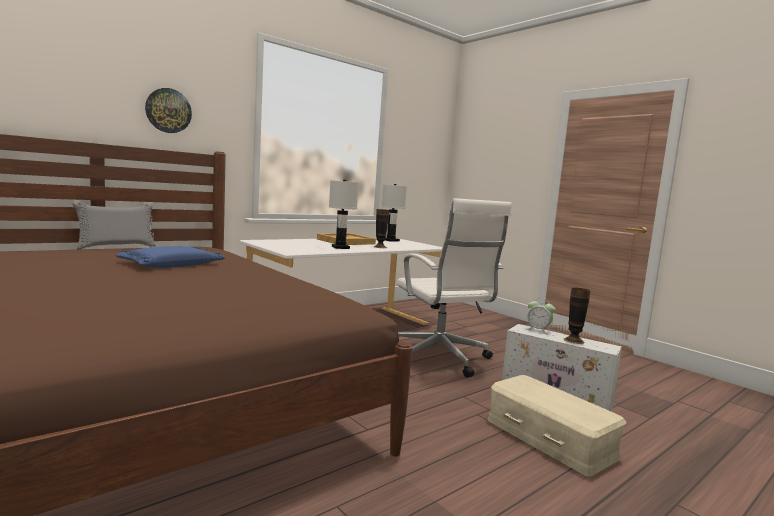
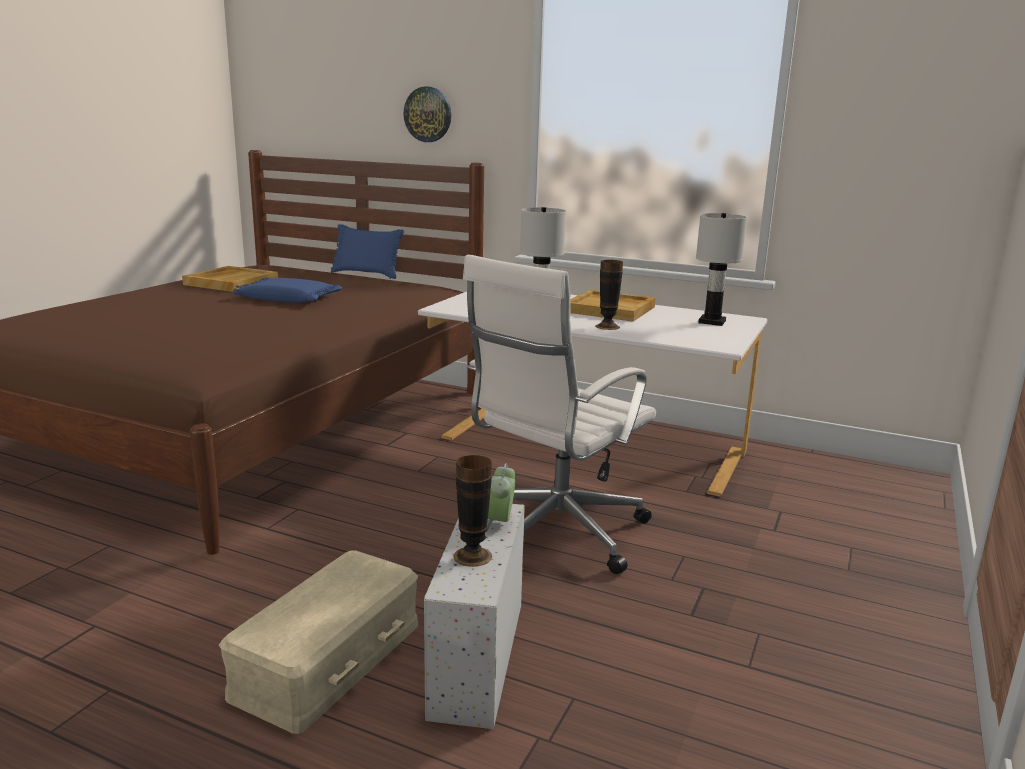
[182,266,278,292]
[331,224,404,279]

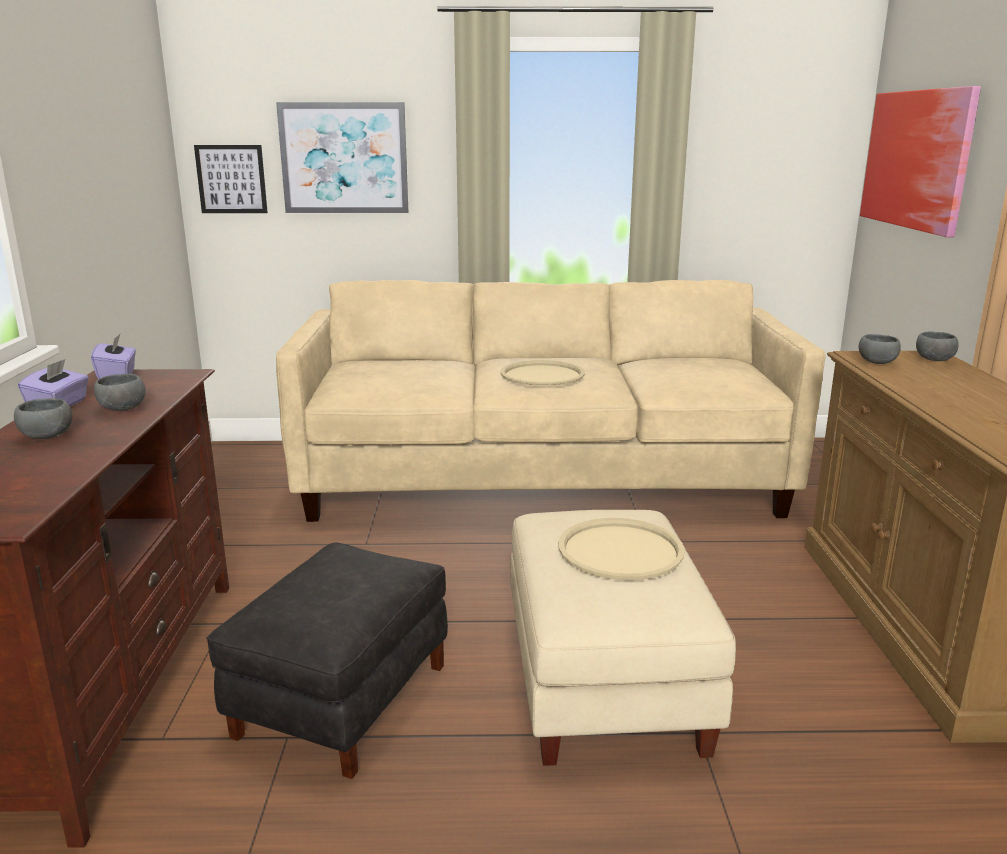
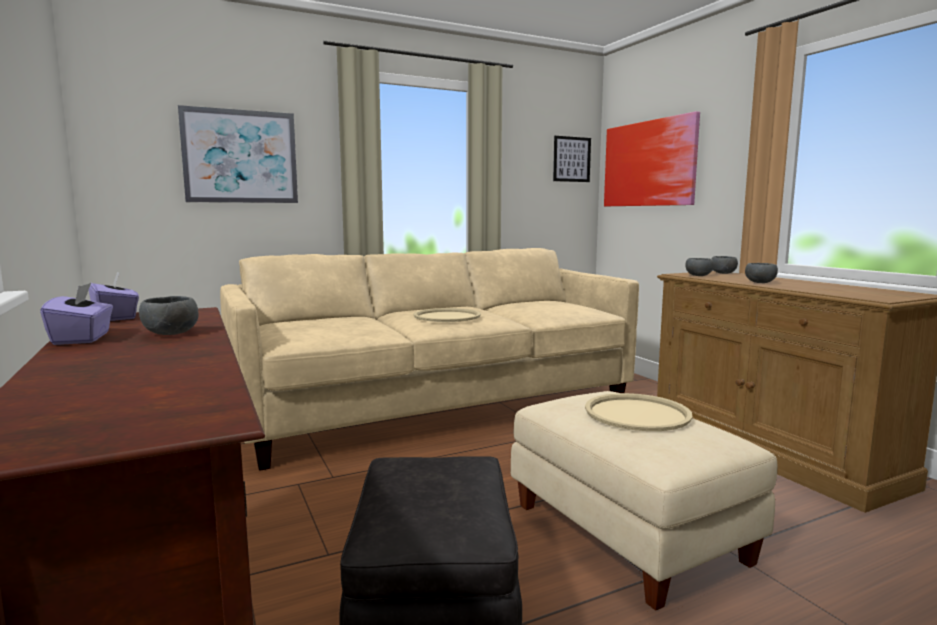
[745,263,778,283]
[553,136,591,182]

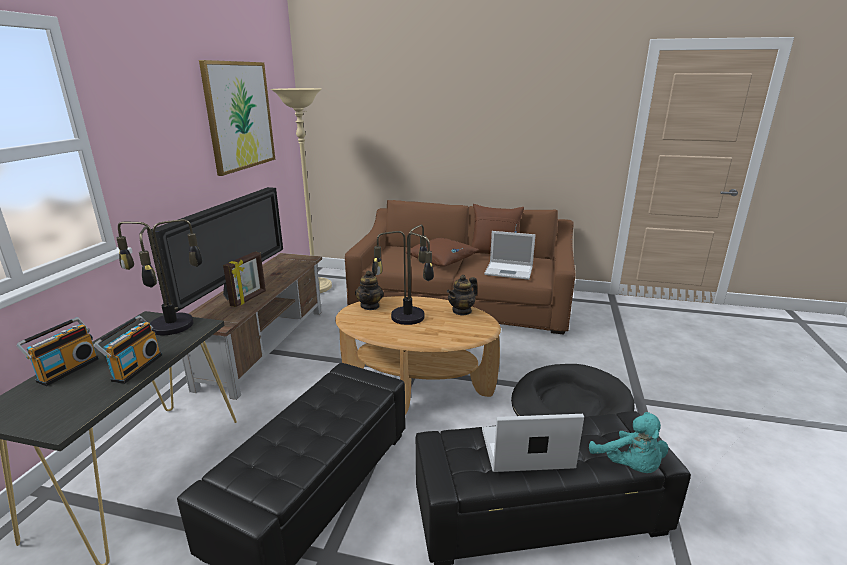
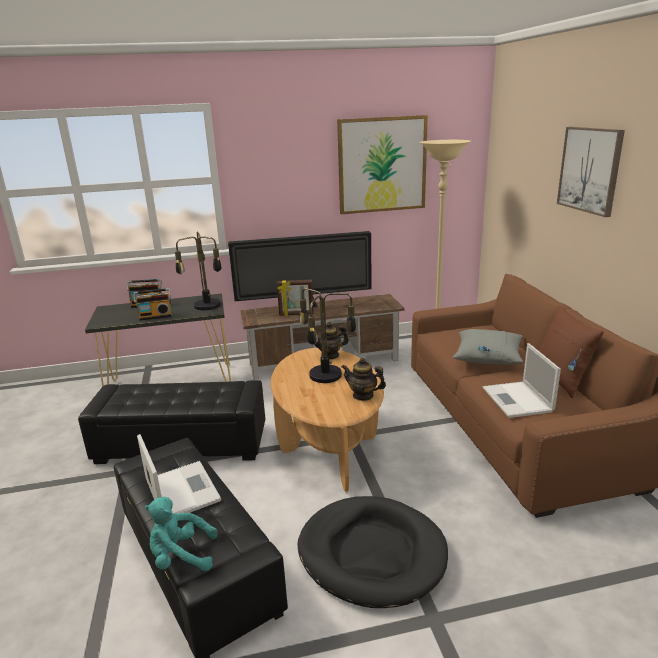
[557,127,625,217]
[453,329,523,365]
[145,497,218,571]

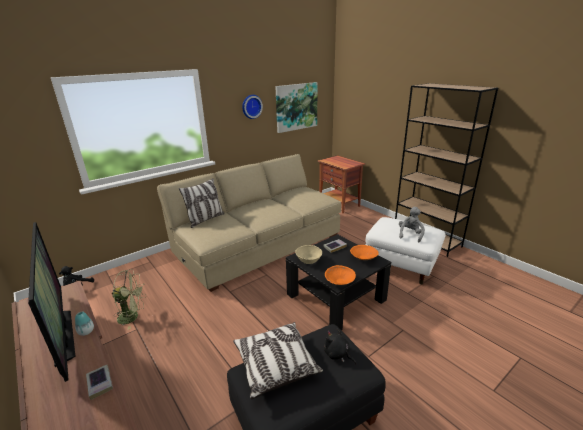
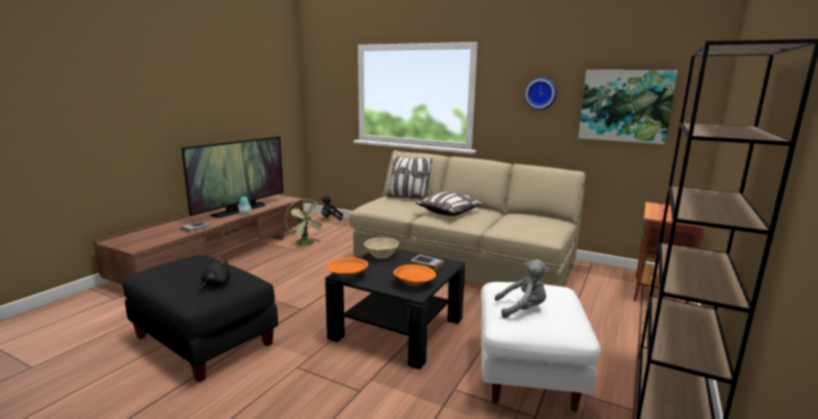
[416,192,484,216]

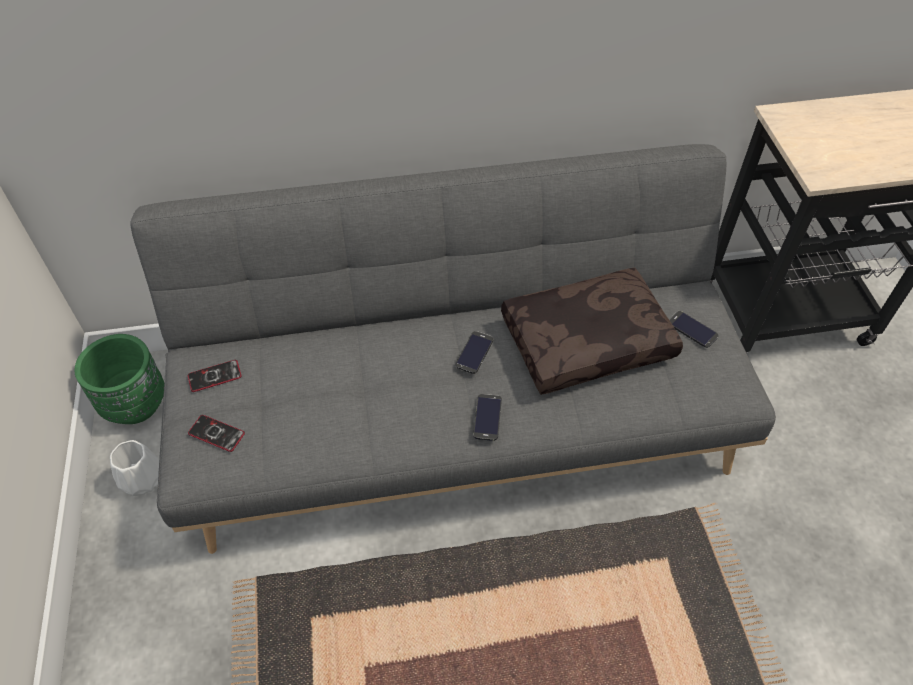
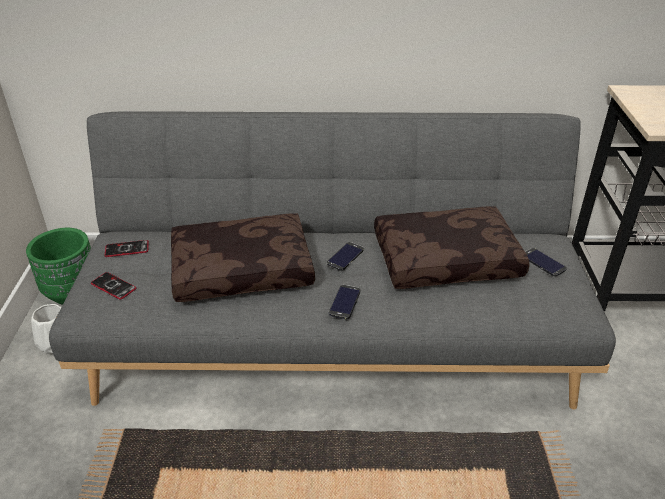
[171,213,315,302]

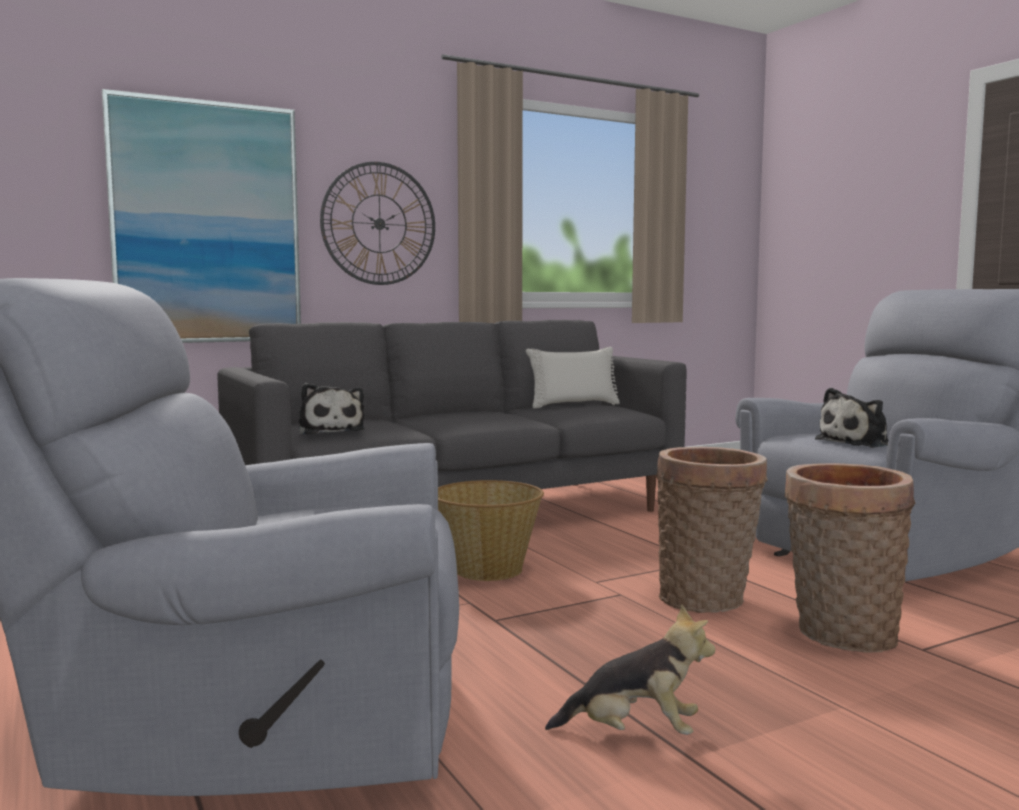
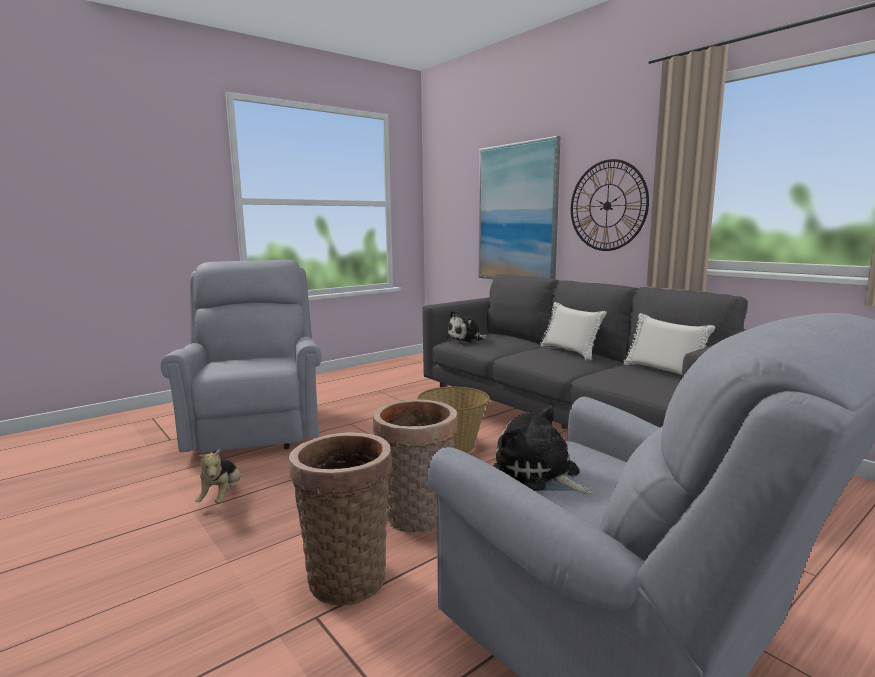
[540,302,607,360]

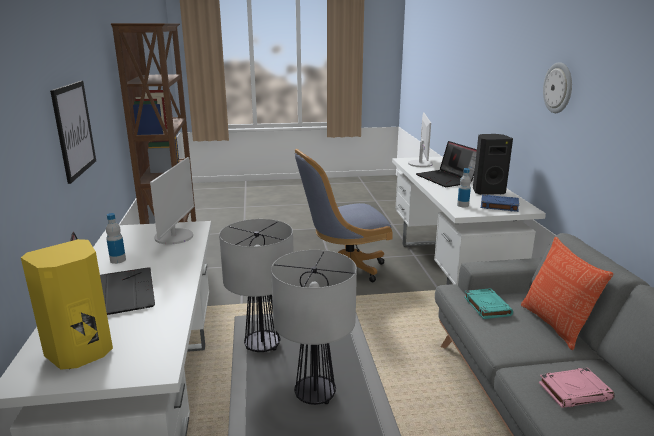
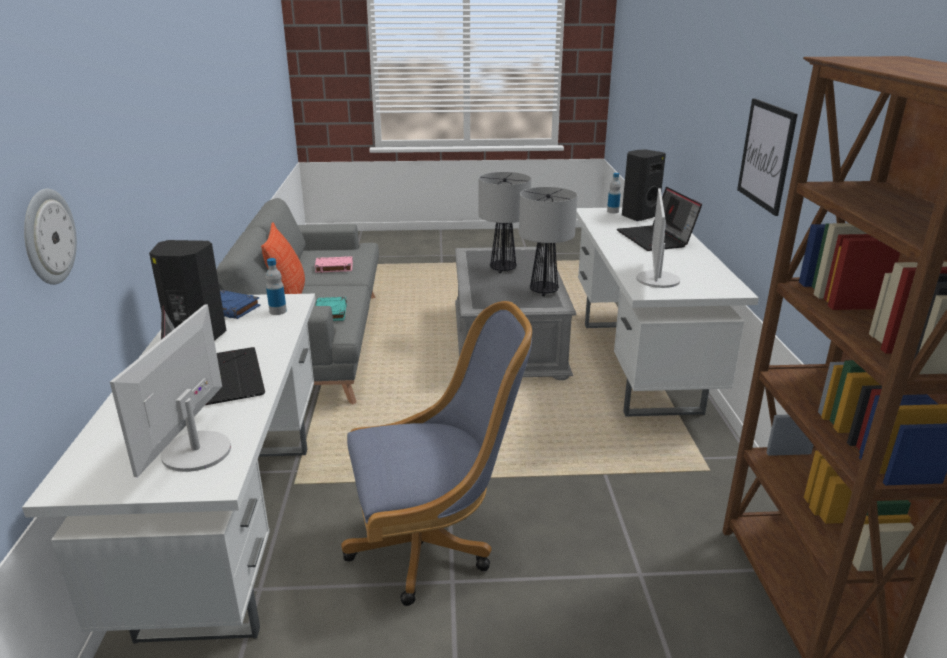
[607,173,621,213]
[24,189,77,285]
[622,150,666,221]

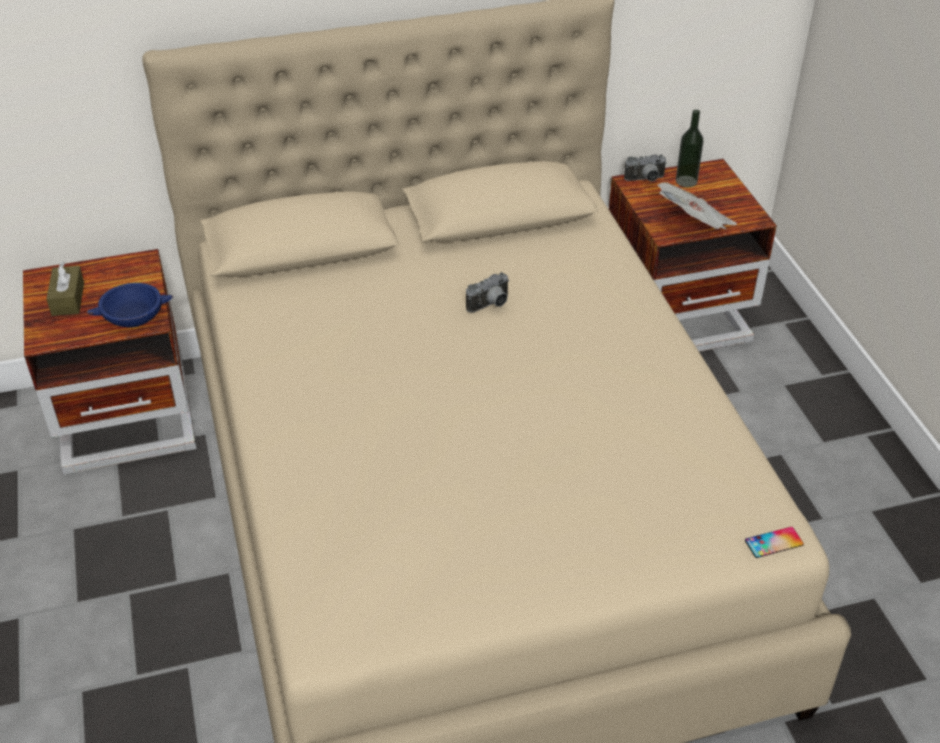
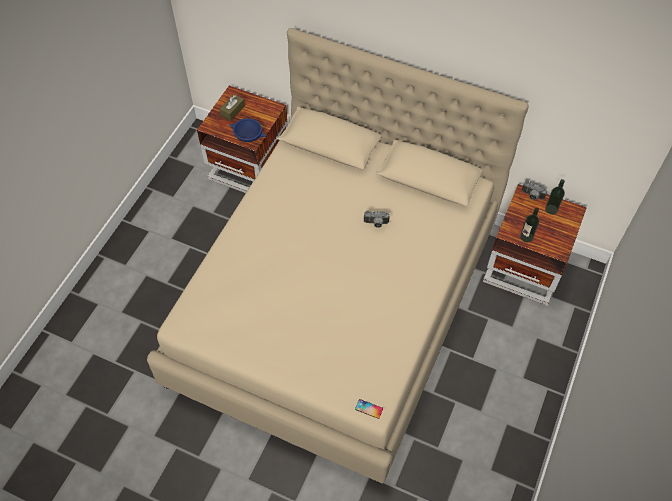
[520,208,539,242]

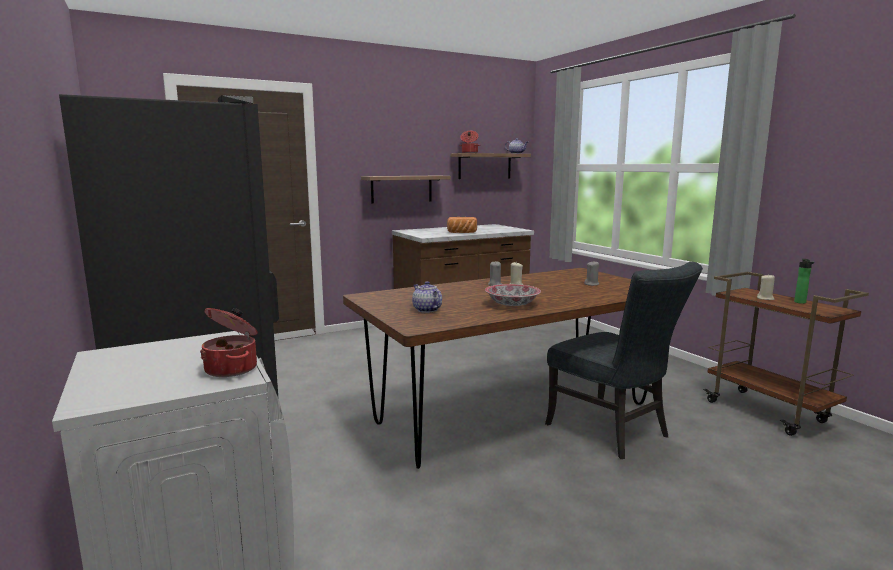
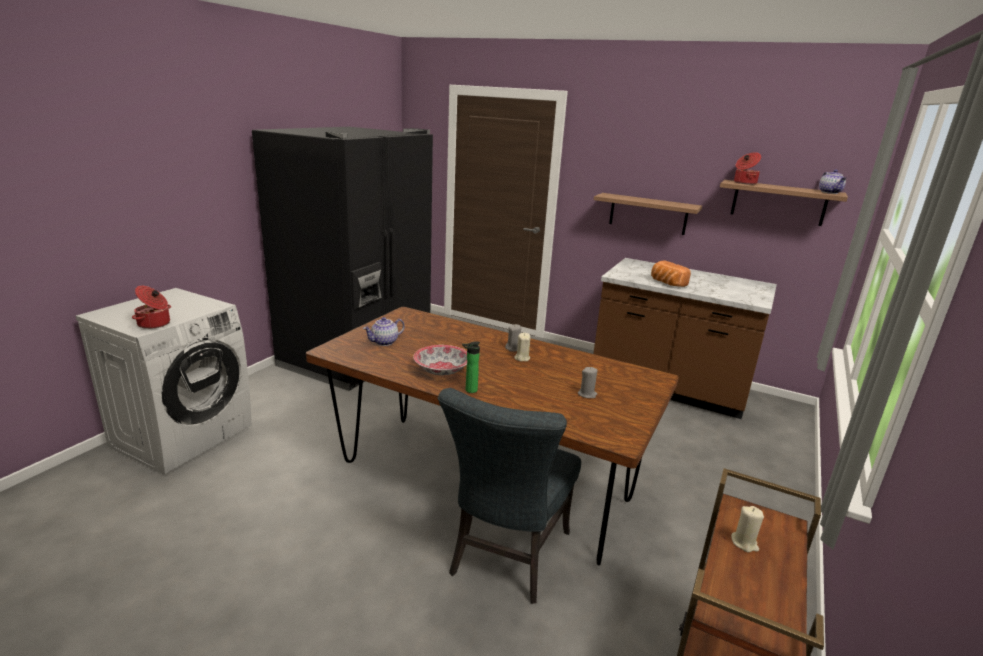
[462,341,480,393]
[363,317,405,346]

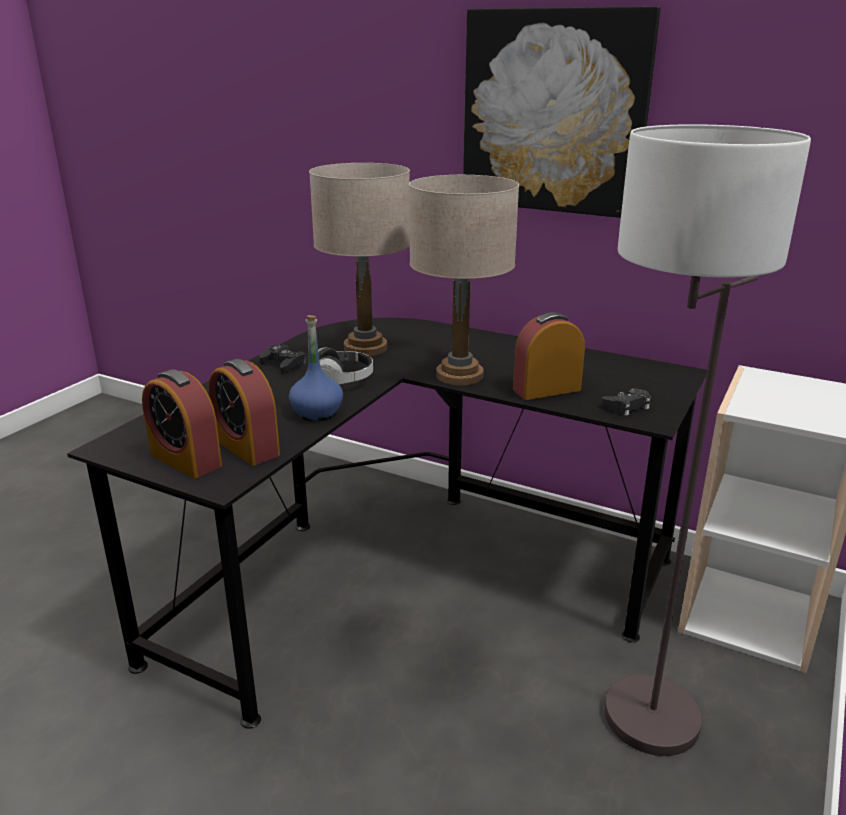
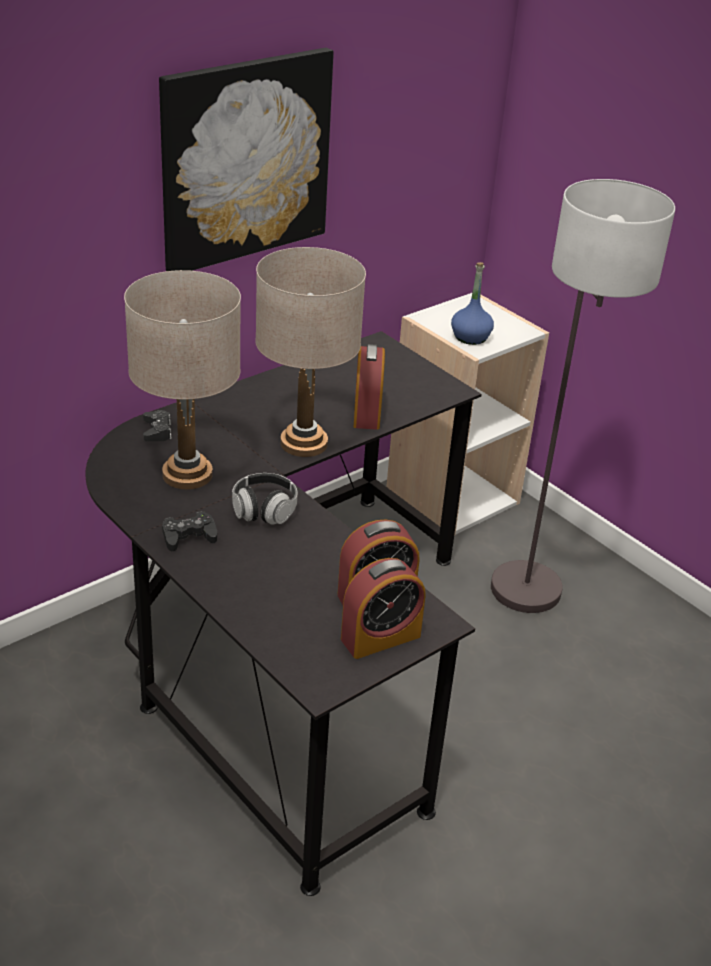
[451,262,494,345]
[143,410,172,441]

